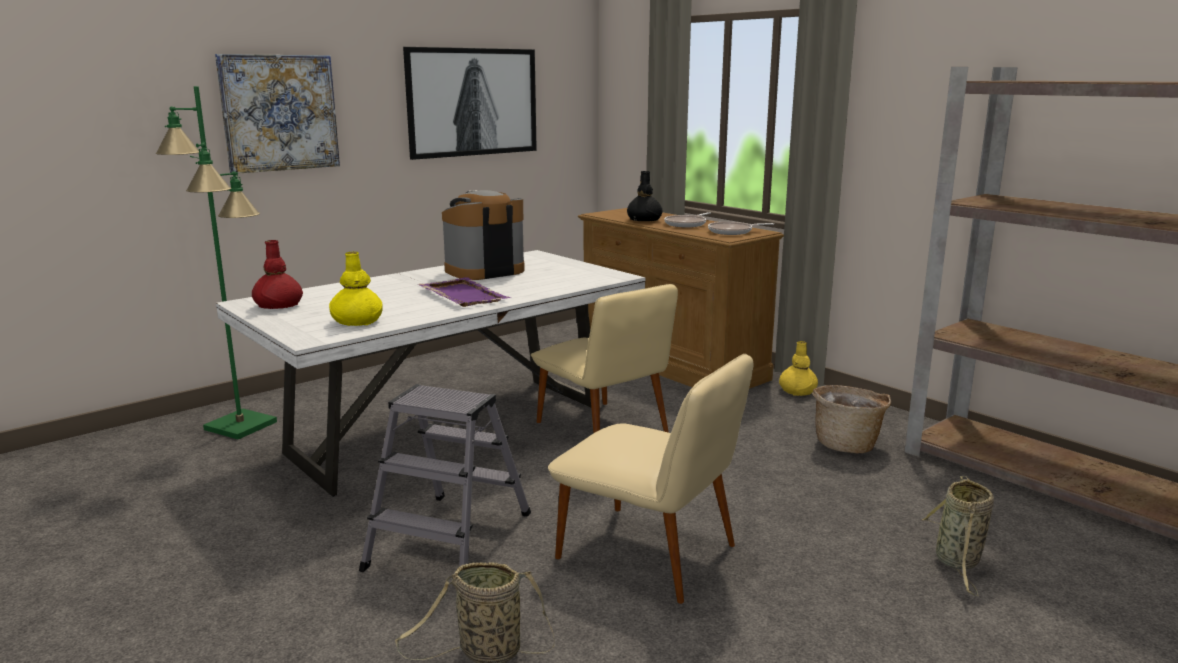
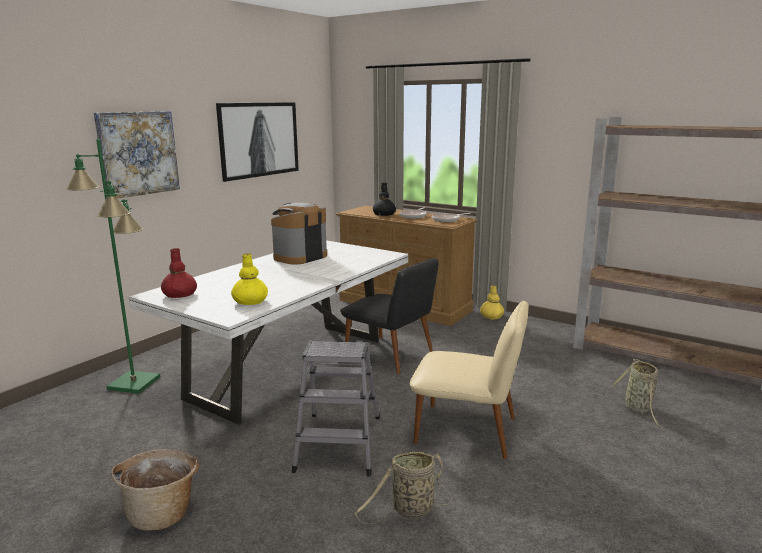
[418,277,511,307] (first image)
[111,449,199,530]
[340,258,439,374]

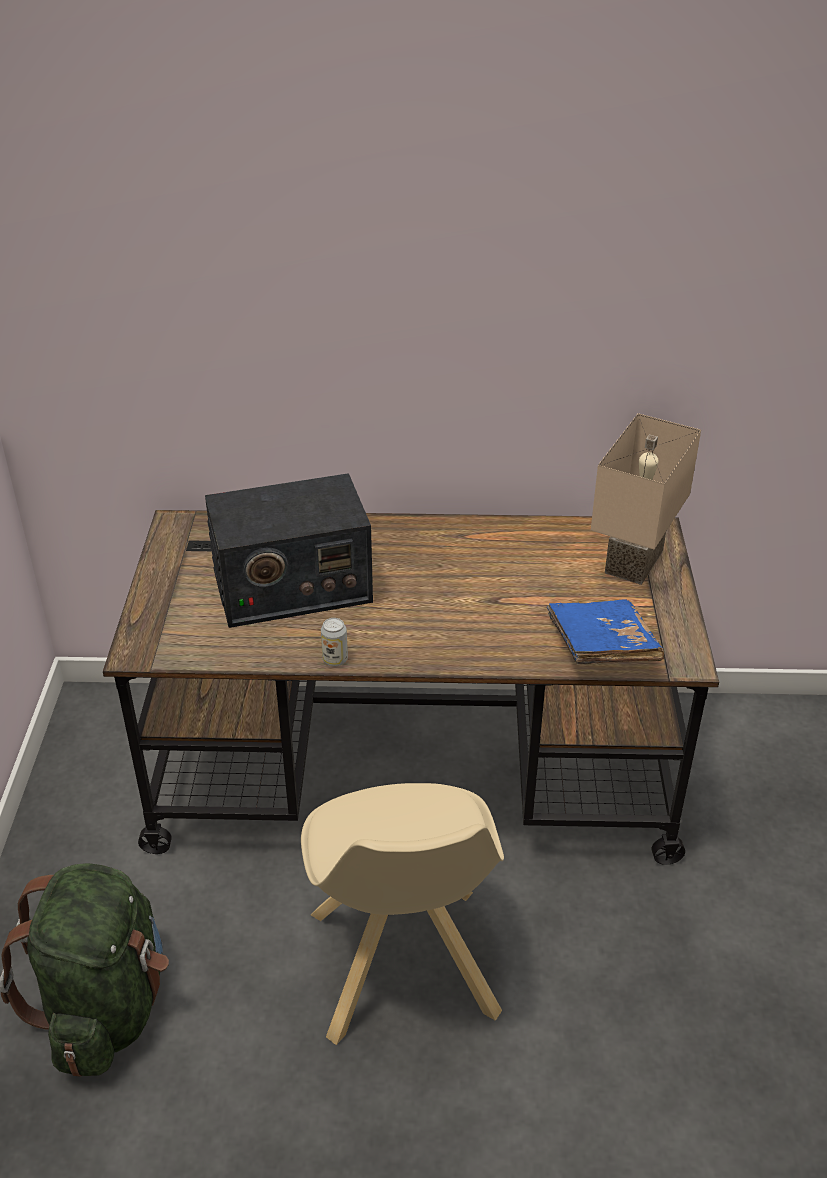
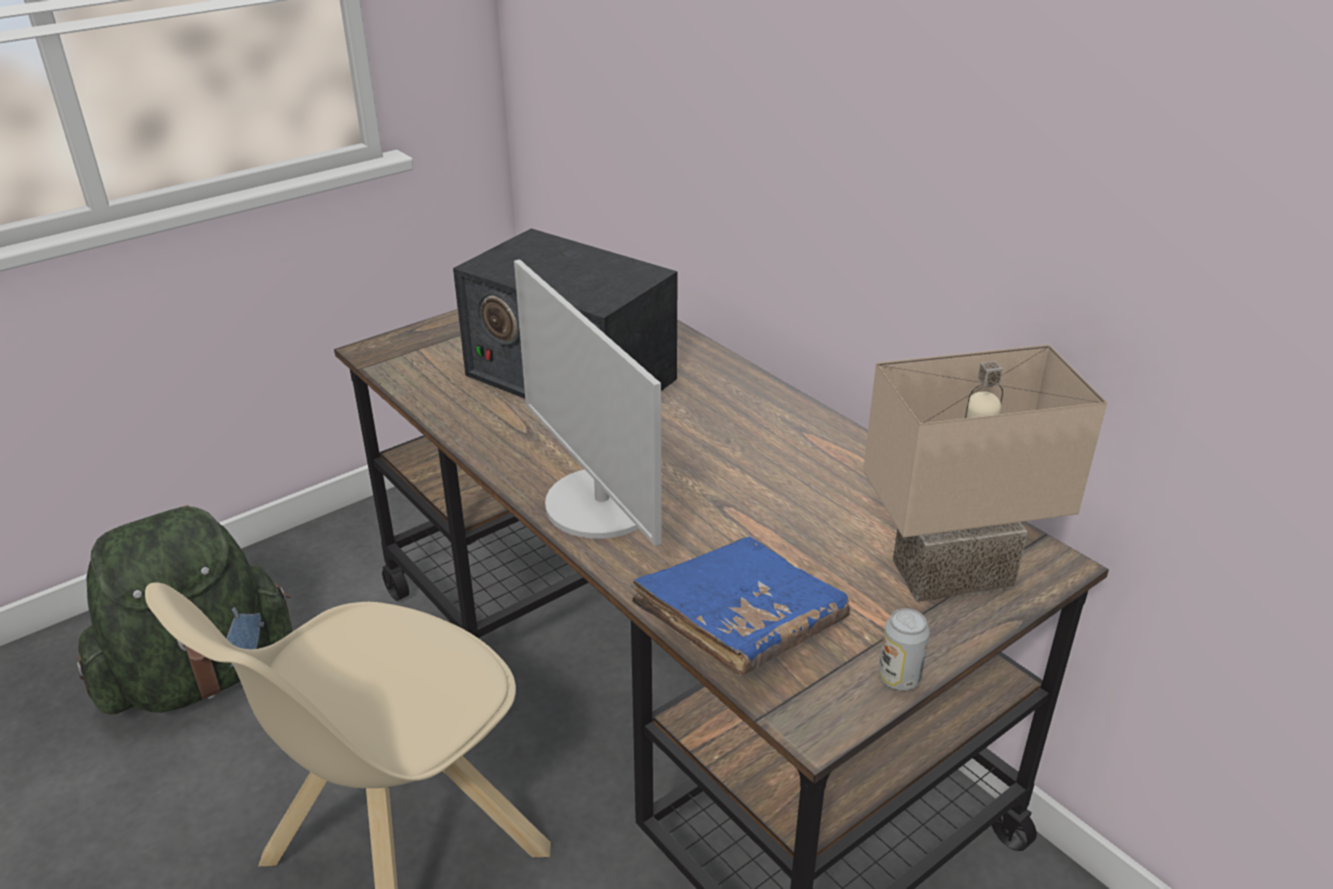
[514,259,662,546]
[879,608,930,691]

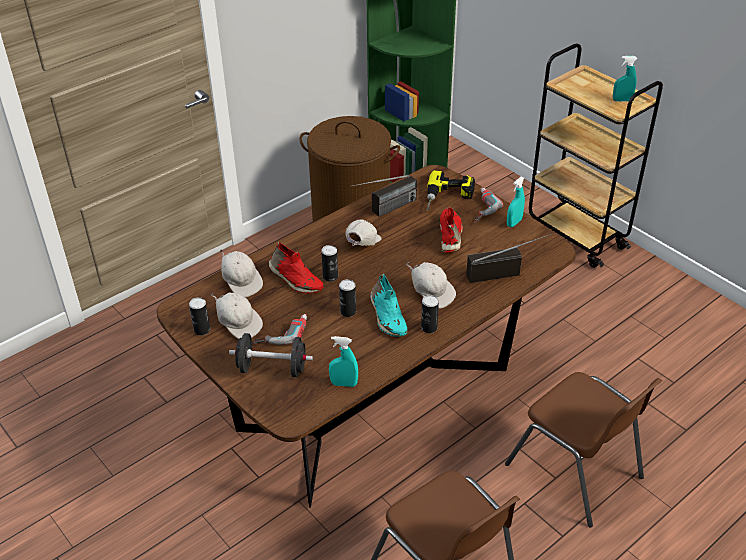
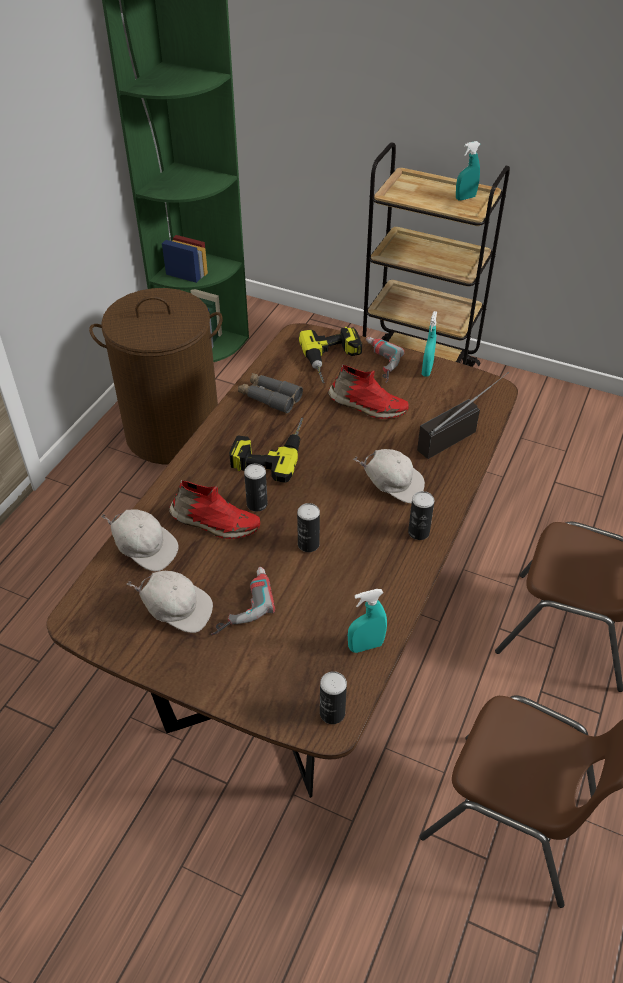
[229,333,313,377] (first image)
[370,274,407,337] (first image)
[320,671,347,724]
[229,417,304,483]
[238,373,303,413]
[328,365,409,419]

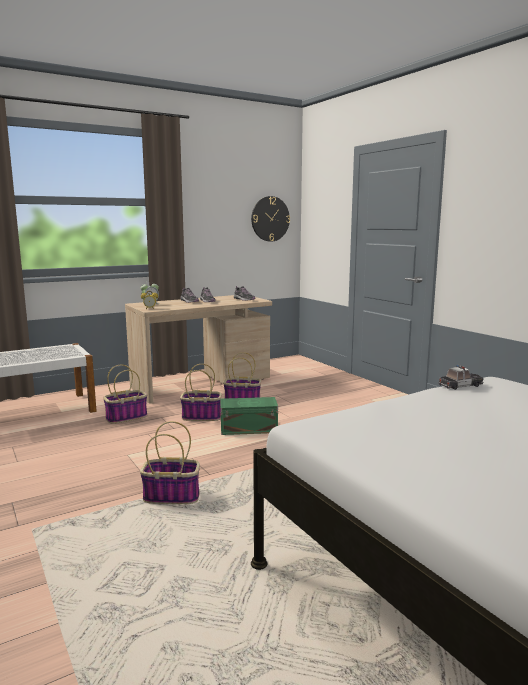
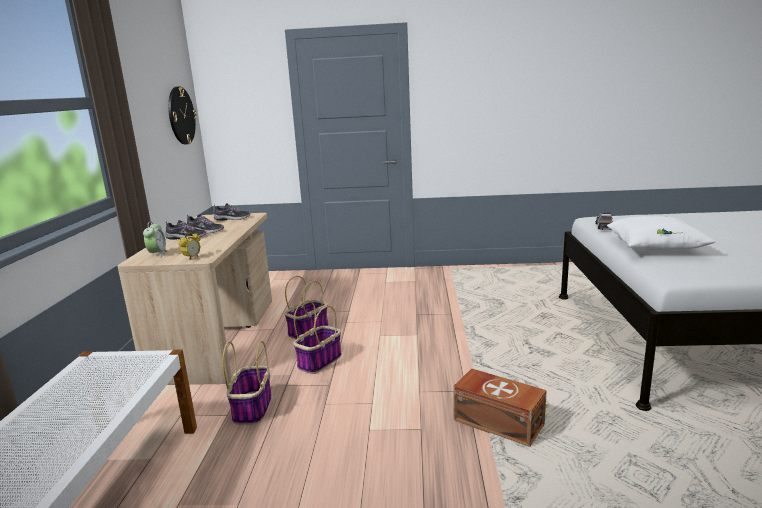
[220,397,278,435] (first image)
[607,216,716,251]
[453,368,547,447]

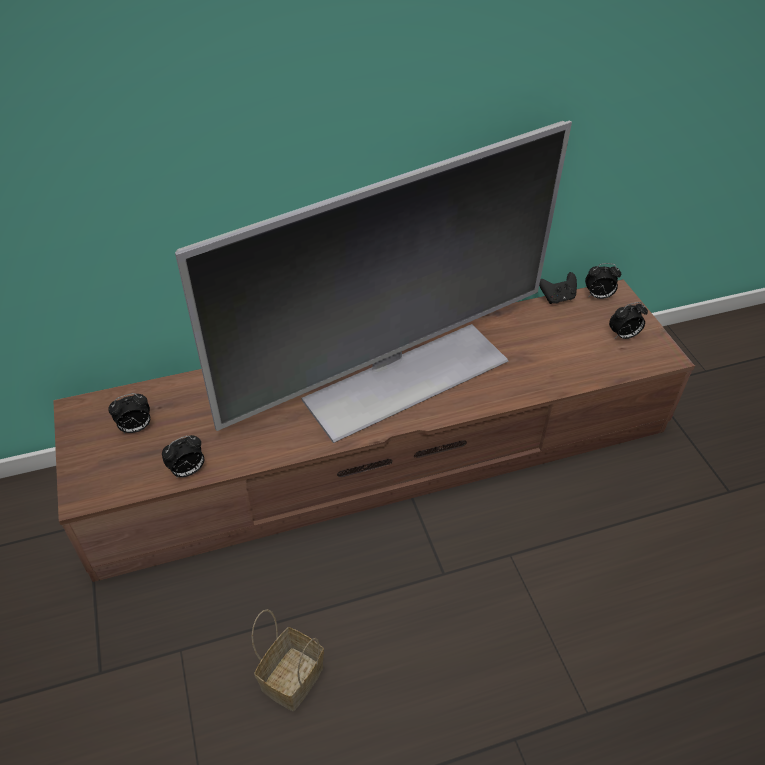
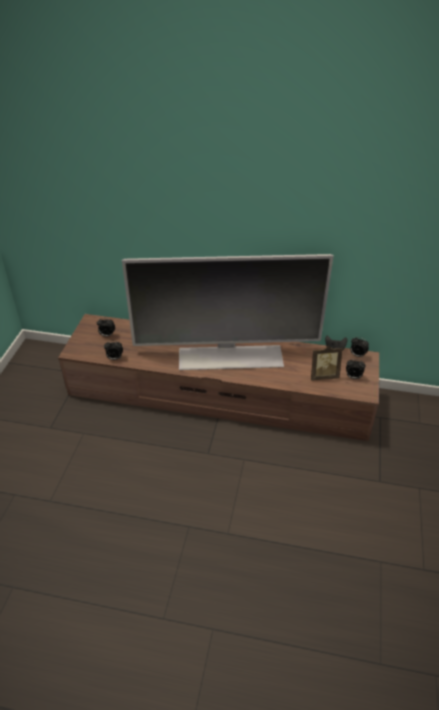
[252,609,324,711] (first image)
[311,346,343,381]

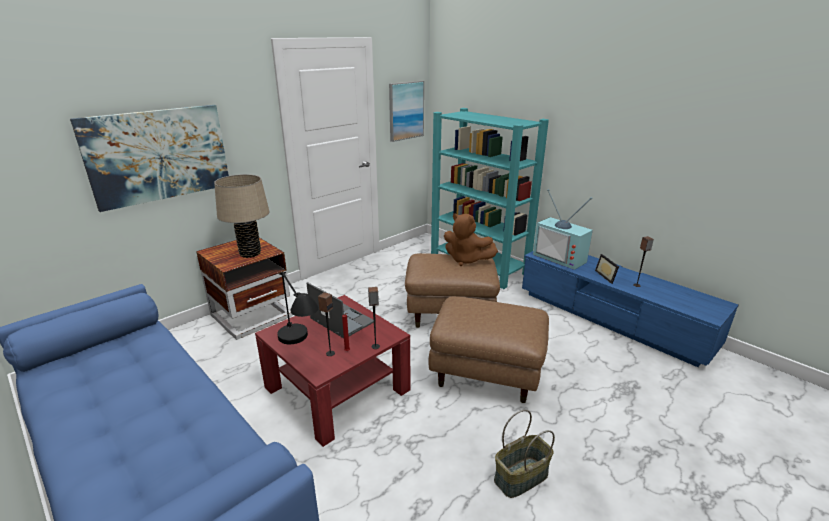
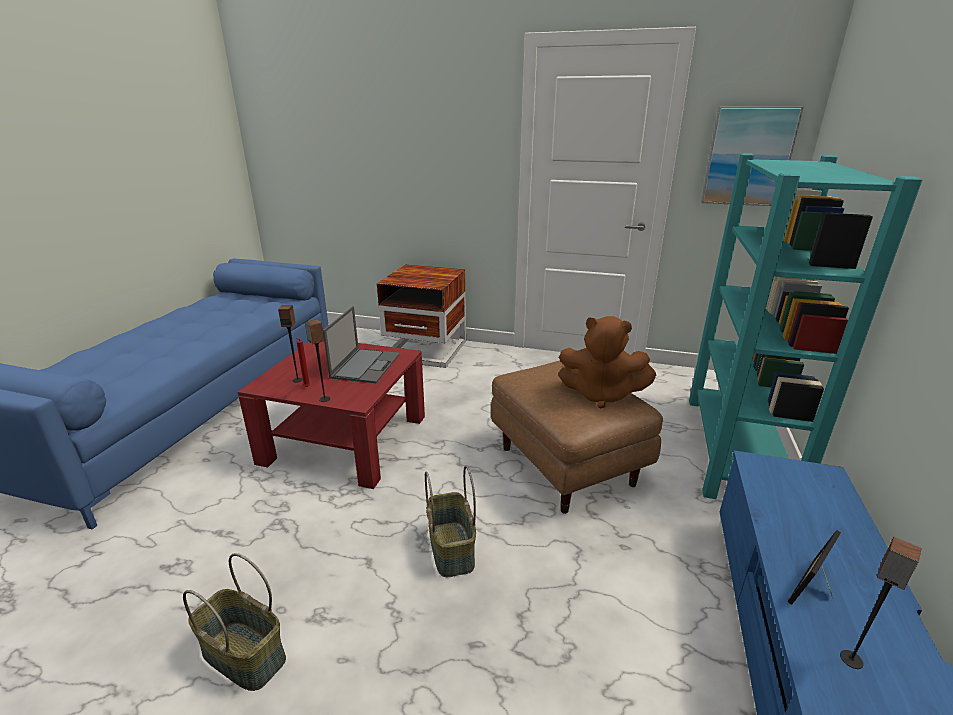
[70,105,229,212] (first image)
[214,174,270,258] (first image)
[278,272,319,344] (first image)
[533,189,593,270] (first image)
[425,466,476,577]
[558,316,656,409]

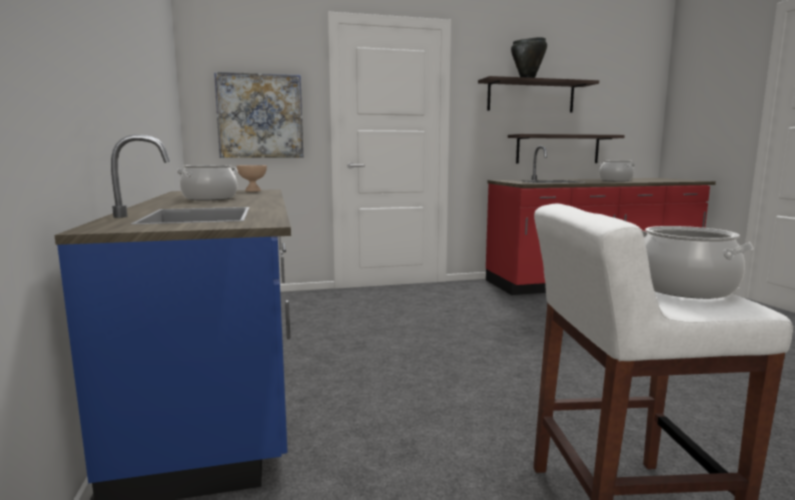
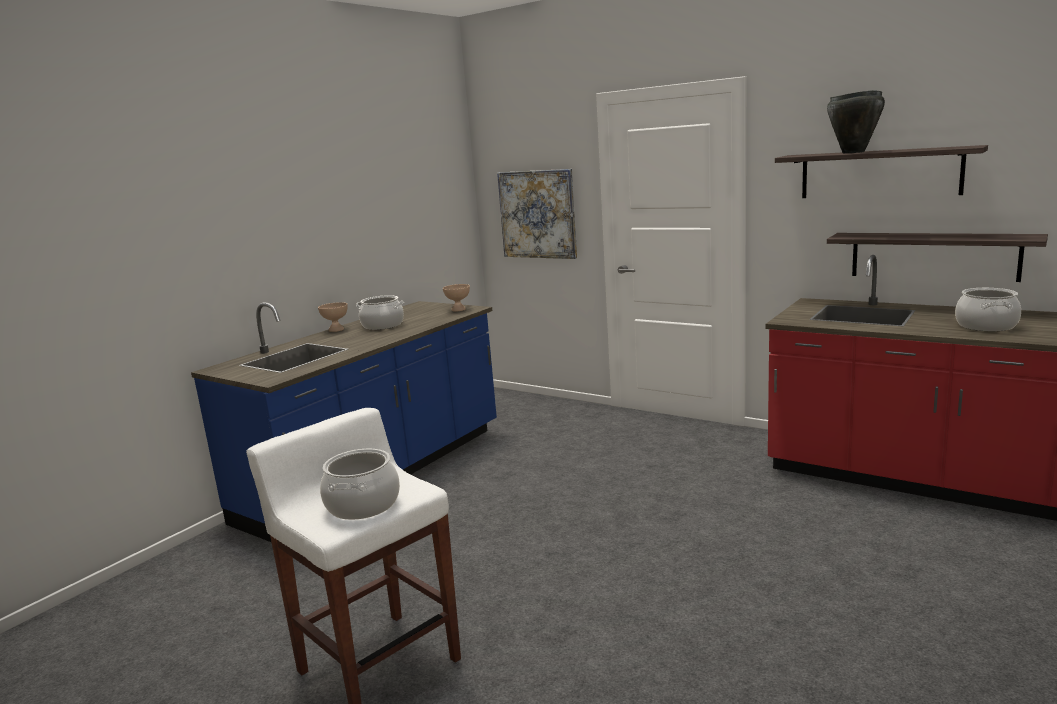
[318,302,348,332]

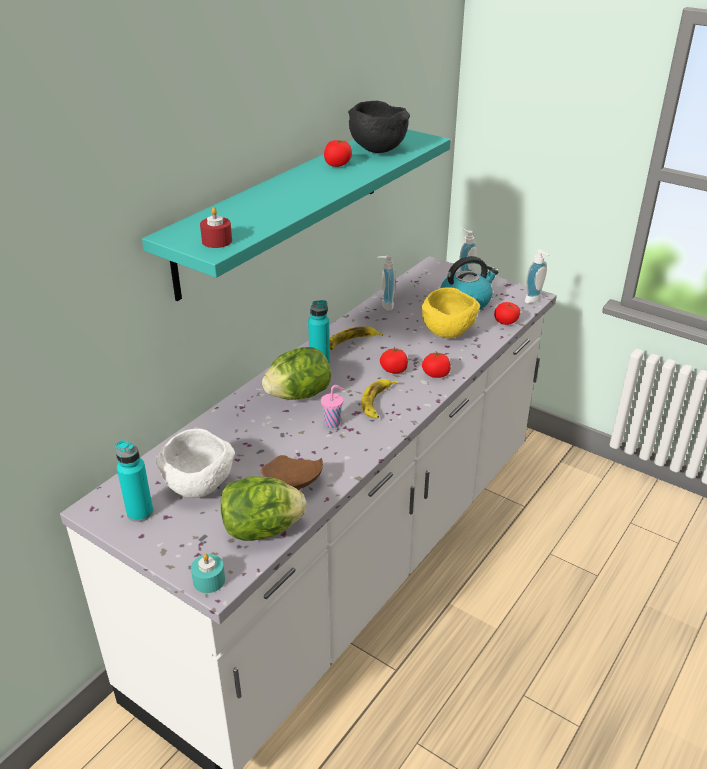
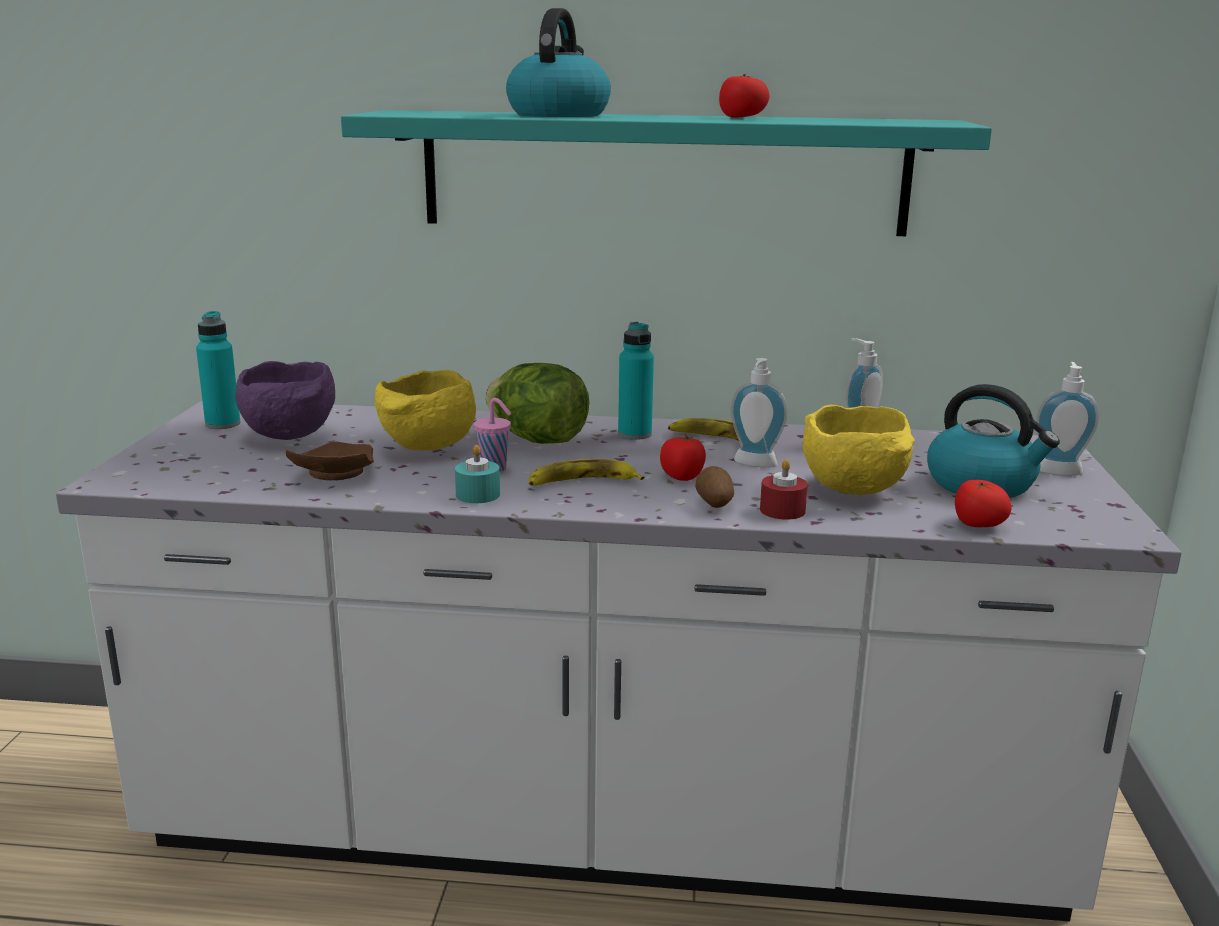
[221,476,306,541] (first image)
[348,101,410,153] (first image)
[375,370,476,451]
[506,8,611,117]
[455,445,500,503]
[760,459,808,520]
[731,358,787,467]
[695,466,734,508]
[235,361,335,440]

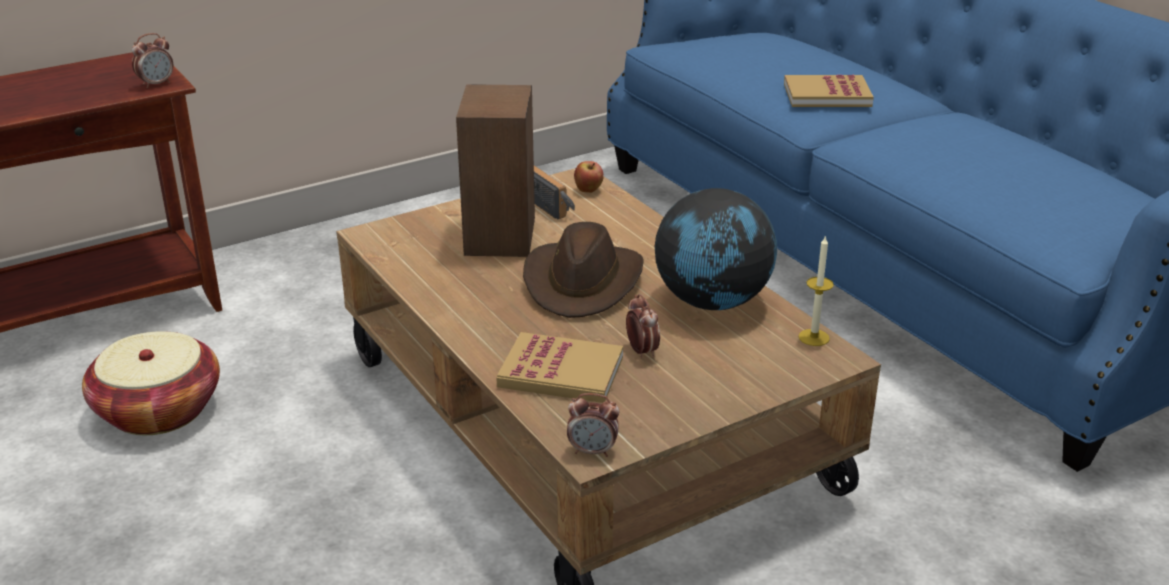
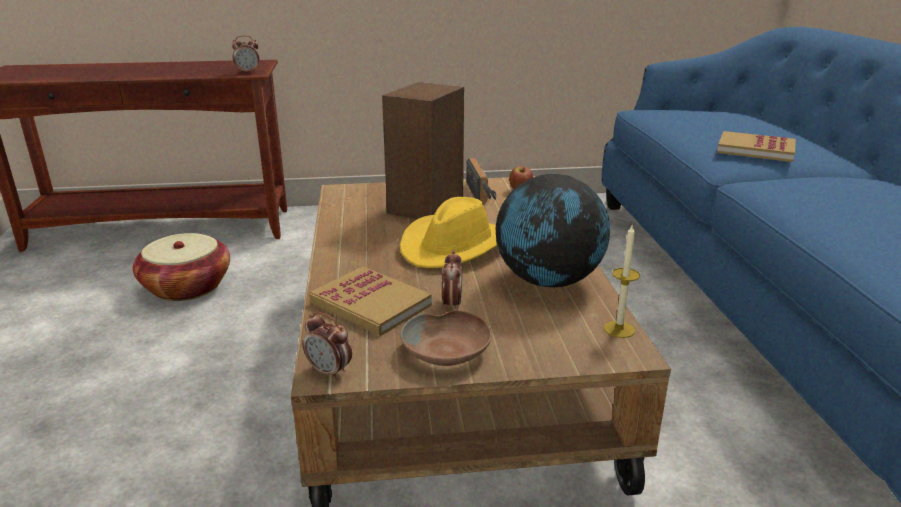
[400,310,492,366]
[400,197,497,268]

